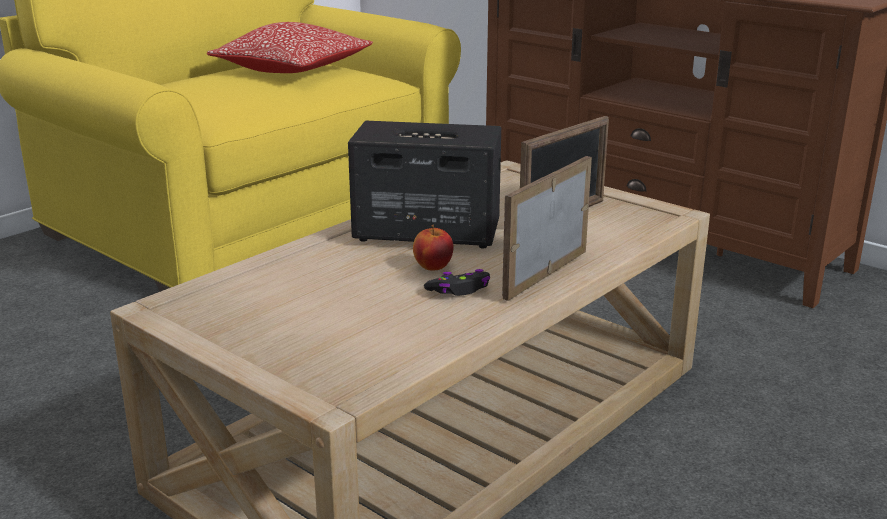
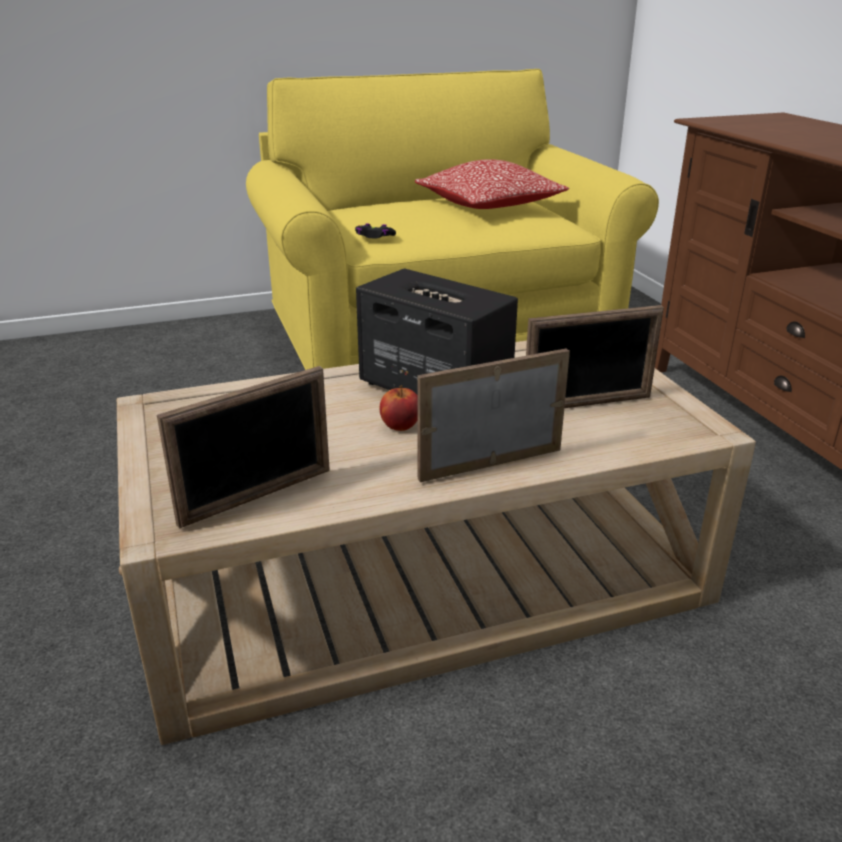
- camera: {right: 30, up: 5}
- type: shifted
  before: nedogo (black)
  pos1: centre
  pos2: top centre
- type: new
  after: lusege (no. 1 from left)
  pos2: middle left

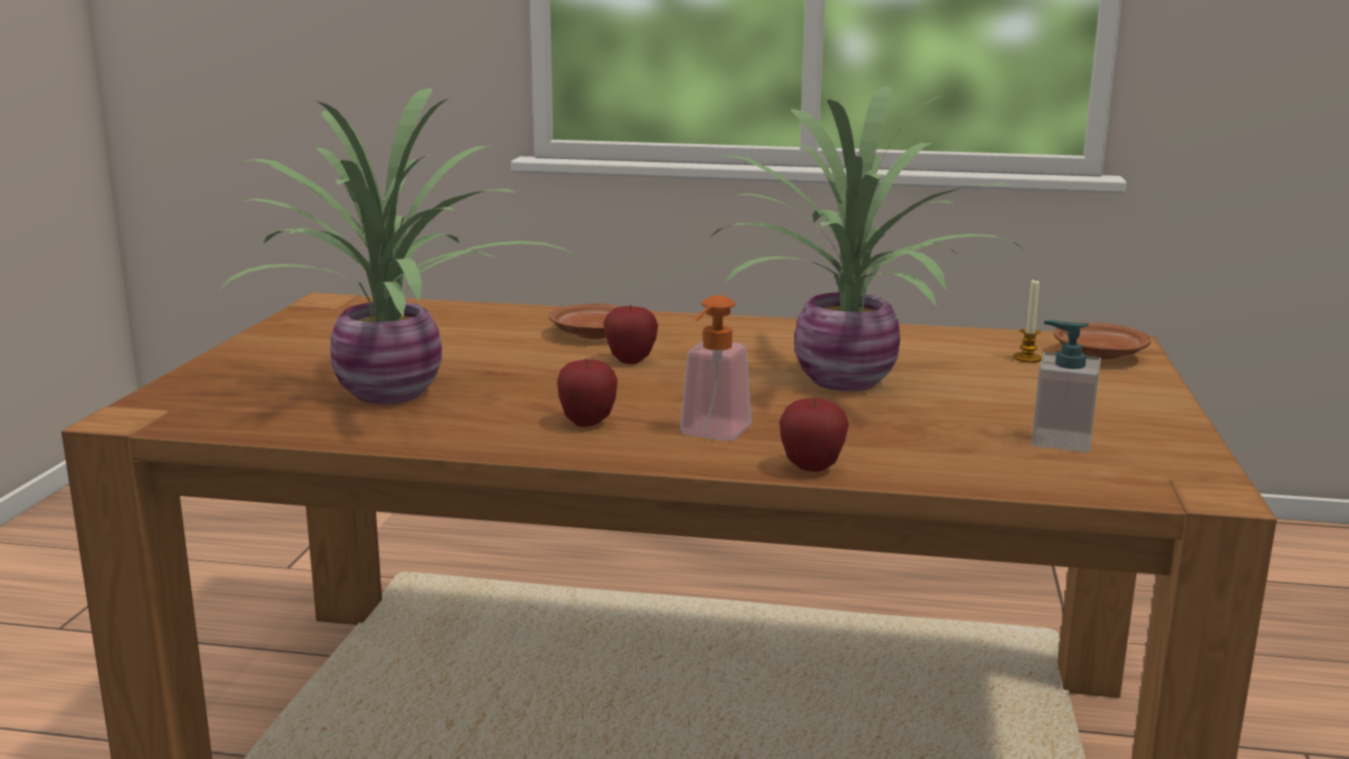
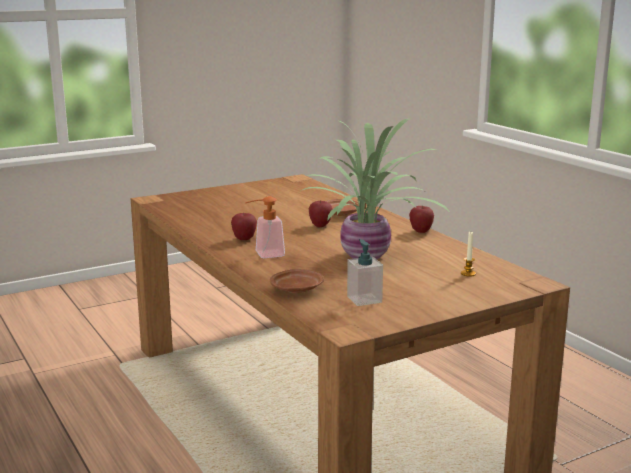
- camera: {right: 50, up: 0}
- type: gone
  before: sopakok (no. 1 from left)
  pos1: top left
- type: shifted
  before: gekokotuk (no. 3 from left)
  pos1: centre
  pos2: middle right
- type: shifted
  before: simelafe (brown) (no. 2 from left in the first image)
  after: simelafe (brown) (no. 1 from left)
  pos1: middle right
  pos2: centre

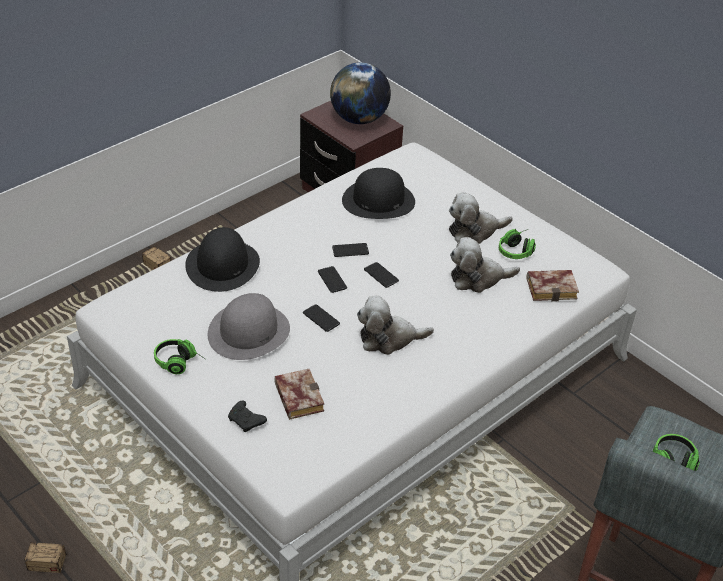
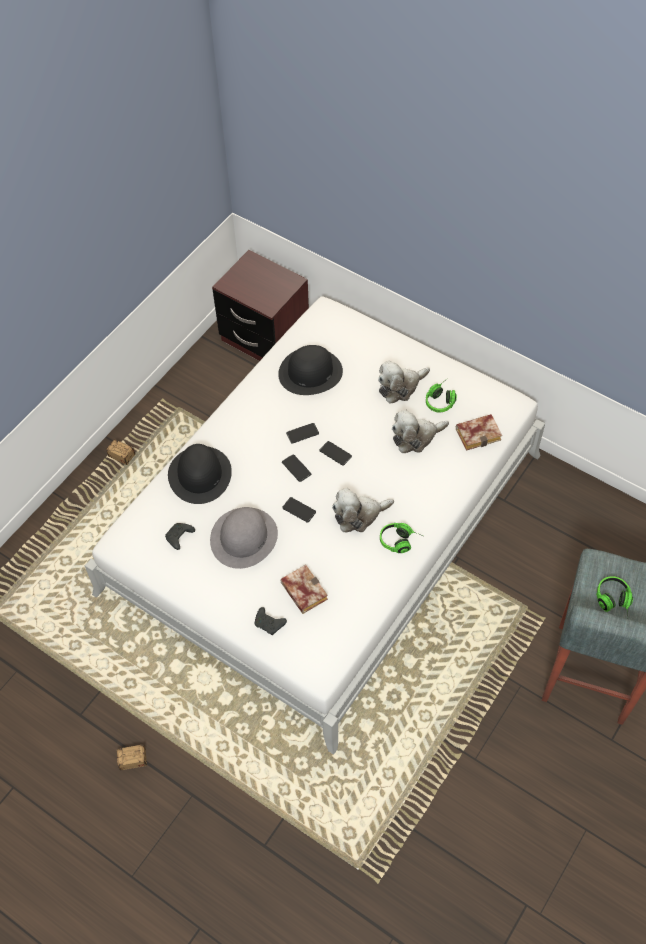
- camera: {right: -10, up: 15}
- type: shifted
  before: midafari (no. 1 from left)
  pos1: middle left
  pos2: centre
- type: gone
  before: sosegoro
  pos1: top centre
- type: new
  after: nedogo (black) (no. 1 from left)
  pos2: middle left

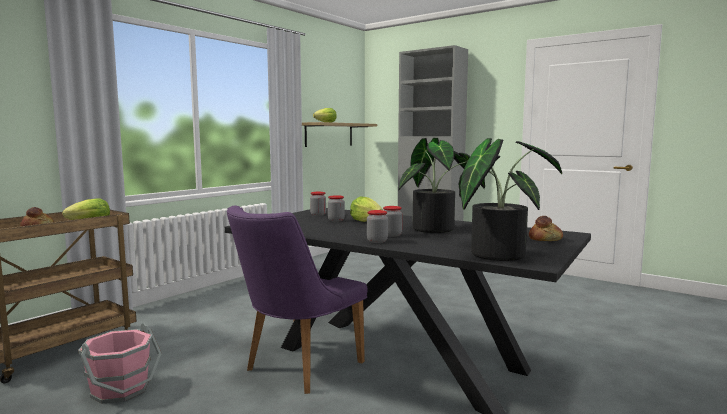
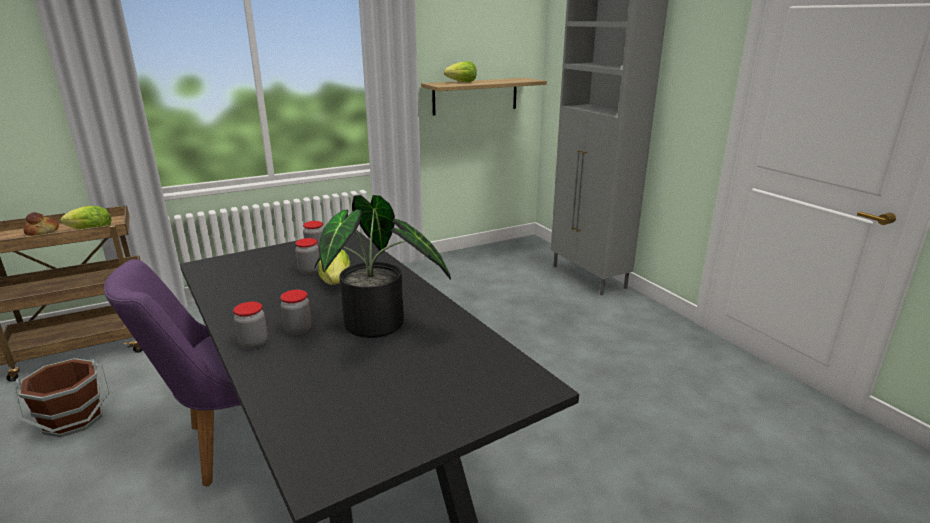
- camera: {right: 25, up: 15}
- type: repainted
  before: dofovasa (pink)
  after: dofovasa (brown)
  pos1: bottom left
  pos2: bottom left
- type: gone
  before: sopakok (no. 2 from left)
  pos1: middle right
- type: gone
  before: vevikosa (no. 2 from left)
  pos1: middle right

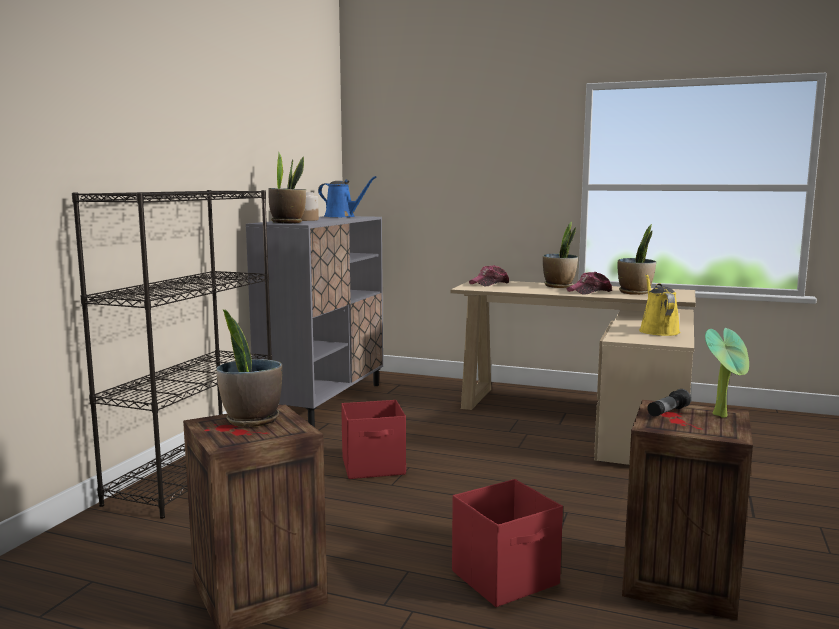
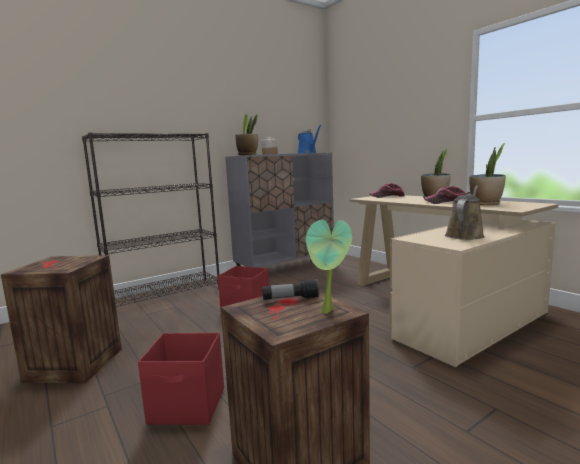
- camera: {right: 35, up: 0}
- type: gone
  before: sopakok (no. 1 from left)
  pos1: middle left
- type: repainted
  before: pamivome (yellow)
  after: pamivome (brown)
  pos1: middle right
  pos2: middle right

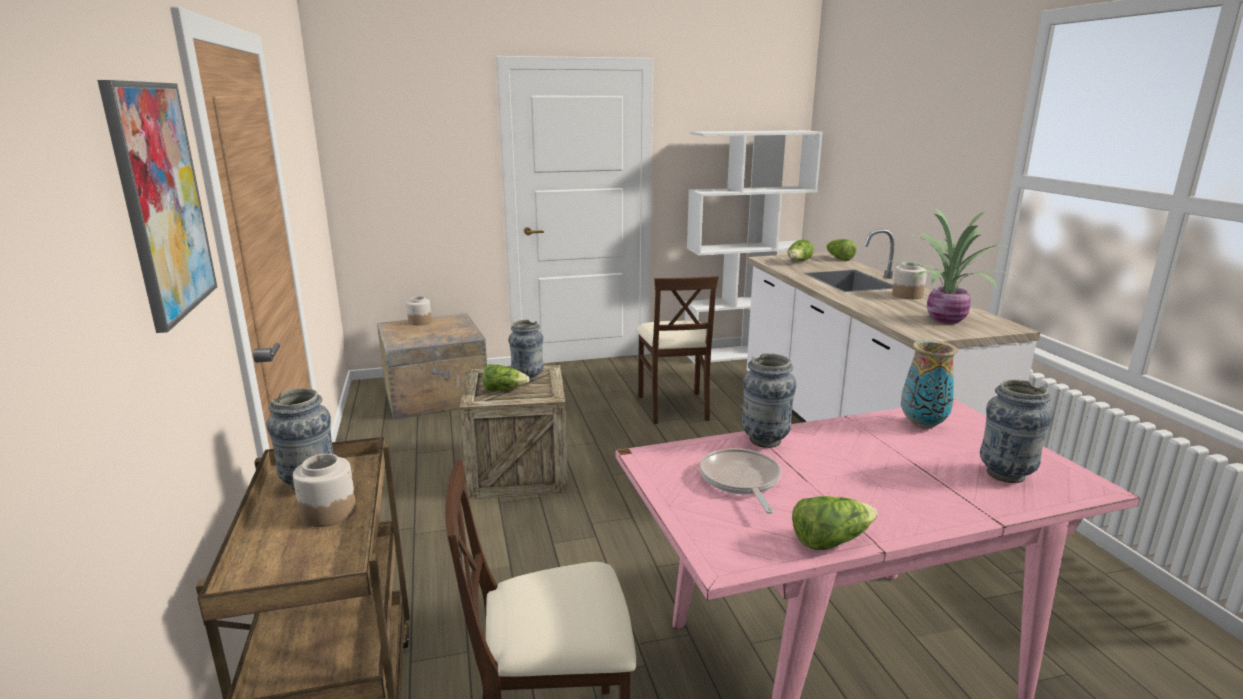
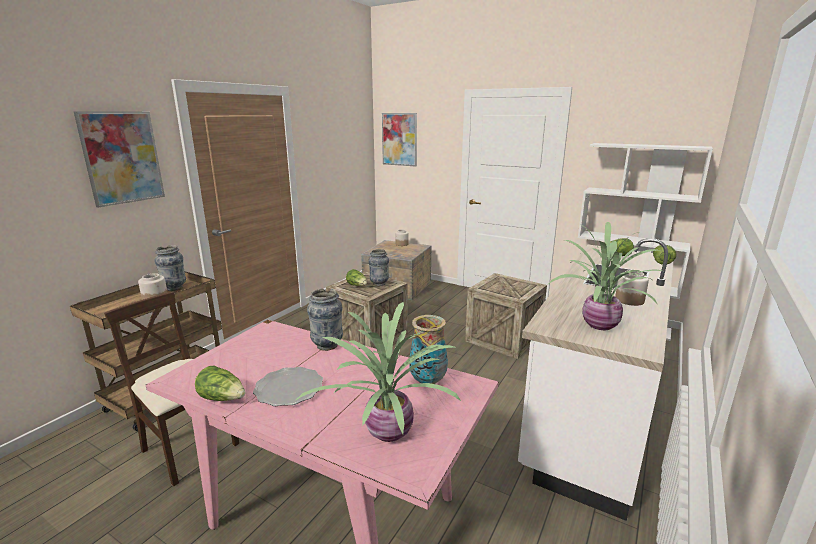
- camera: {right: 45, up: 0}
- type: swapped
  before: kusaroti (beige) (no. 2 from left)
  after: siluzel (no. 3 from left)
  pos1: centre
  pos2: centre
- type: gone
  before: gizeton
  pos1: bottom centre
- type: swapped
  before: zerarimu (no. 5 from left)
  after: sopakok (no. 1 from left)
  pos1: middle right
  pos2: bottom centre
- type: new
  after: simelafe
  pos2: bottom centre
- type: new
  after: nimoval (no. 2 from left)
  pos2: top centre

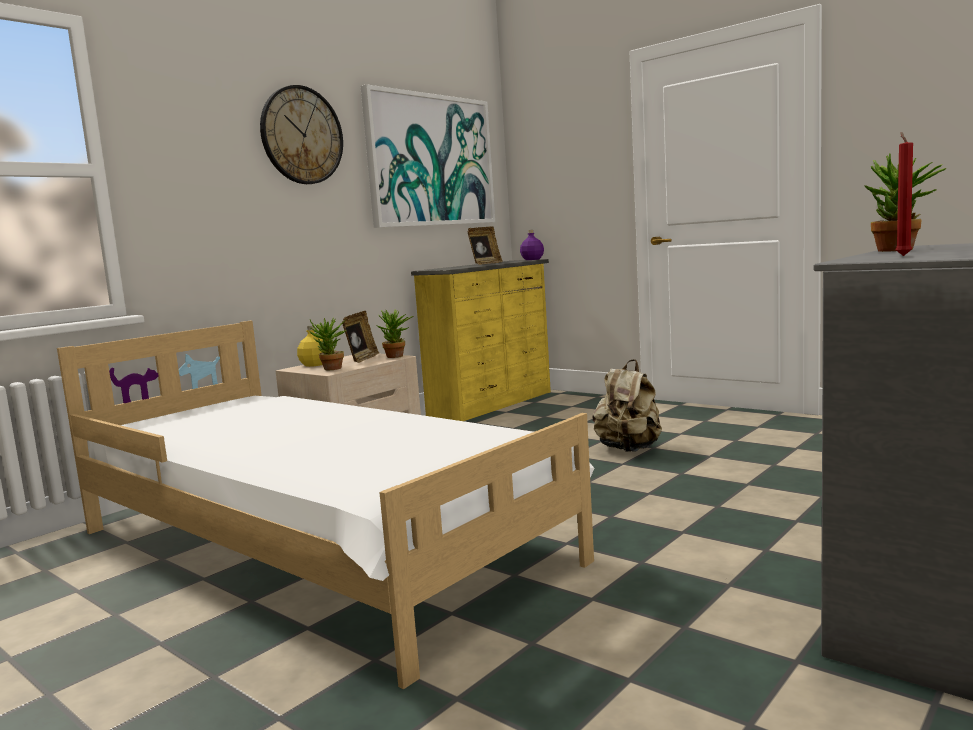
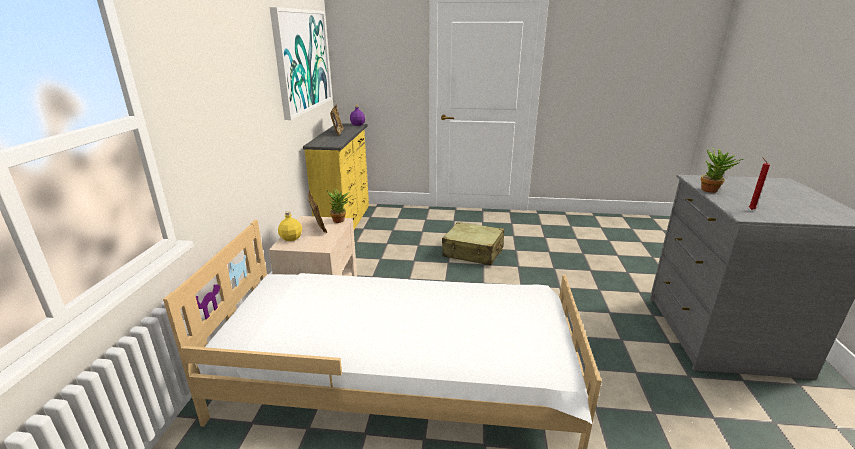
- camera: {right: -35, up: 15}
- type: gone
  before: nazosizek
  pos1: top left
- type: gone
  before: sopakok (no. 1 from left)
  pos1: centre
- type: swapped
  before: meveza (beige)
  after: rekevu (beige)
  pos1: centre
  pos2: centre

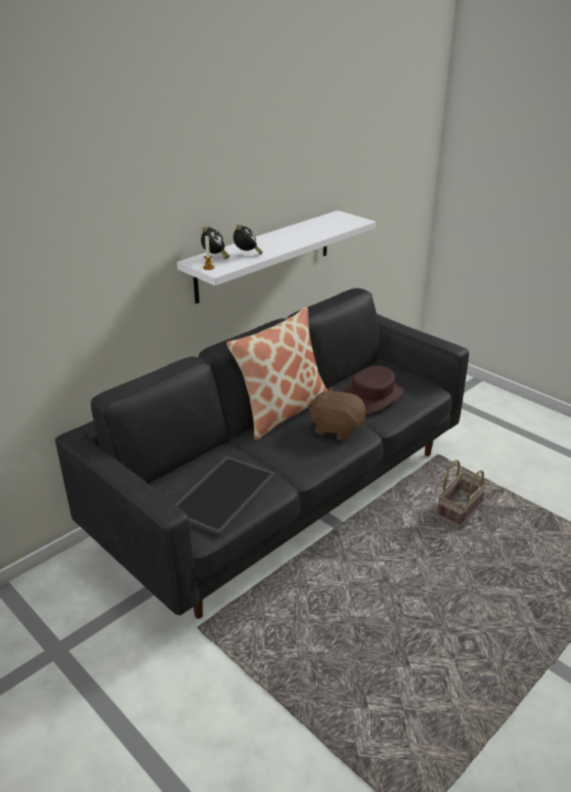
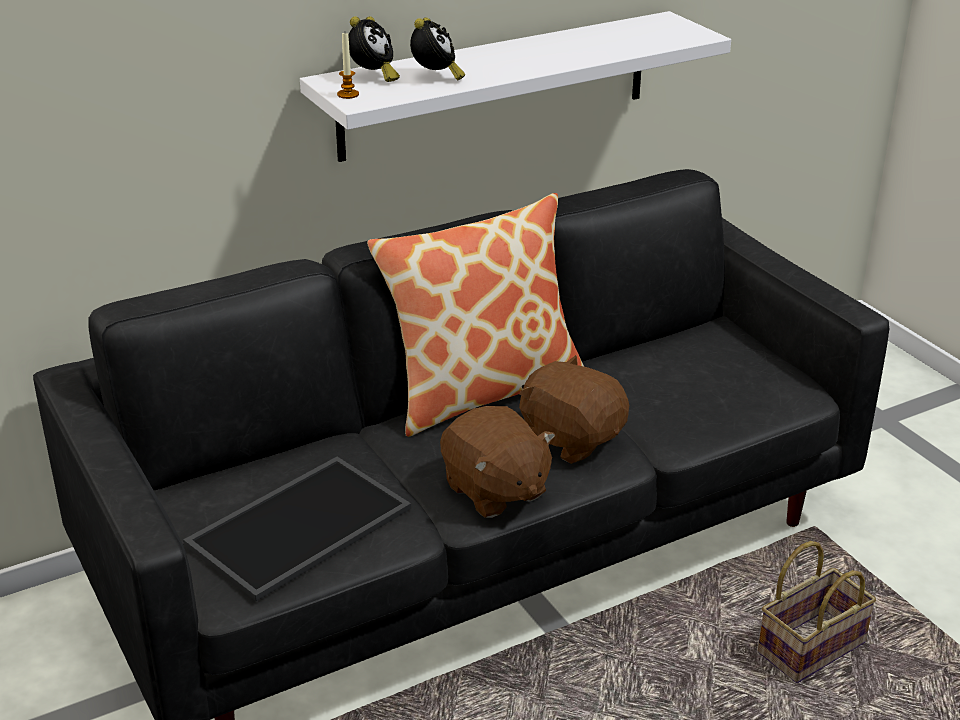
- camera: {right: 15, up: 0}
- type: gone
  before: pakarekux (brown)
  pos1: centre
- type: new
  after: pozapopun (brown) (no. 1 from left)
  pos2: centre

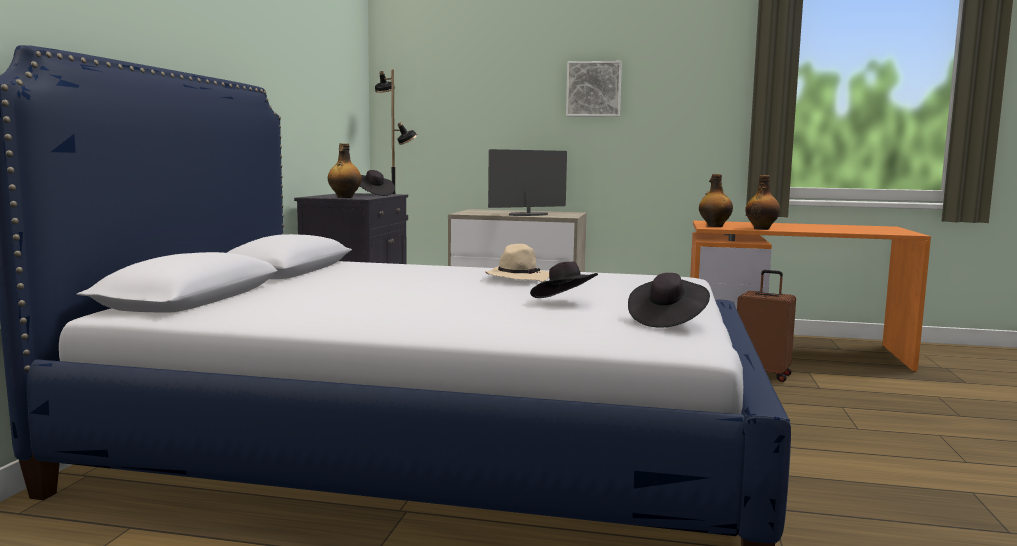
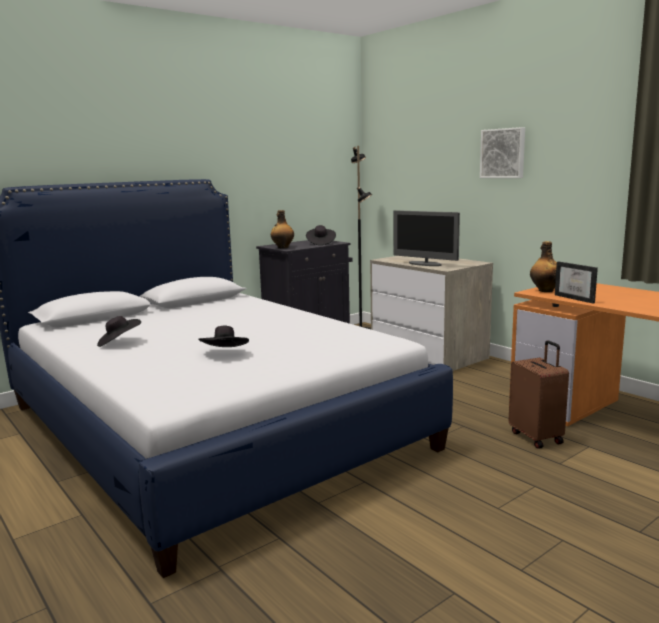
- camera: {right: 40, up: 5}
- type: gone
  before: pakarekux (beige)
  pos1: centre
- type: rotated
  before: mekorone
  pos1: centre
  pos2: centre
  turn: -150
- type: shifted
  before: pakarekux (black) (no. 3 from left in the first image)
  after: pakarekux (black) (no. 1 from left)
  pos1: centre
  pos2: middle left
- type: swapped
  before: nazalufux (no. 3 from left)
  after: lusege
  pos1: middle right
  pos2: middle right

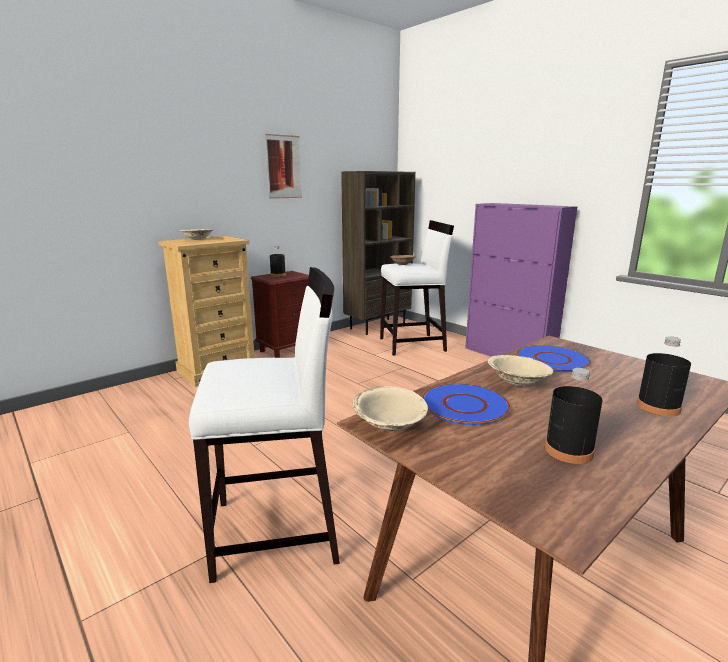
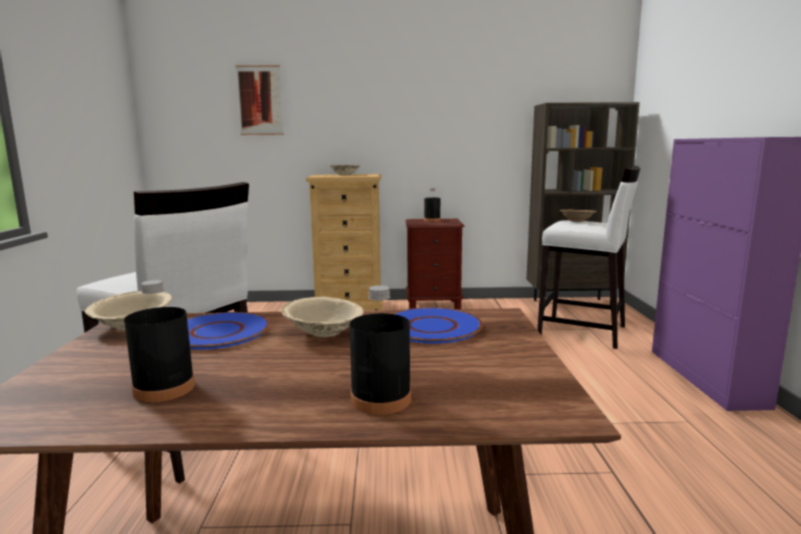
- camera: {right: 40, up: -5}
- type: shifted
  before: nimoval
  pos1: top centre
  pos2: top left

